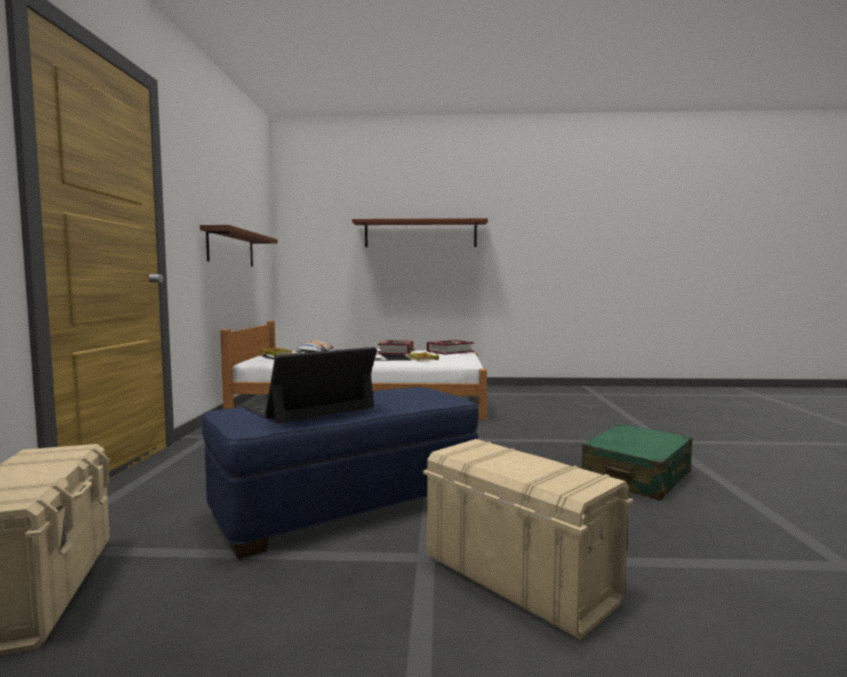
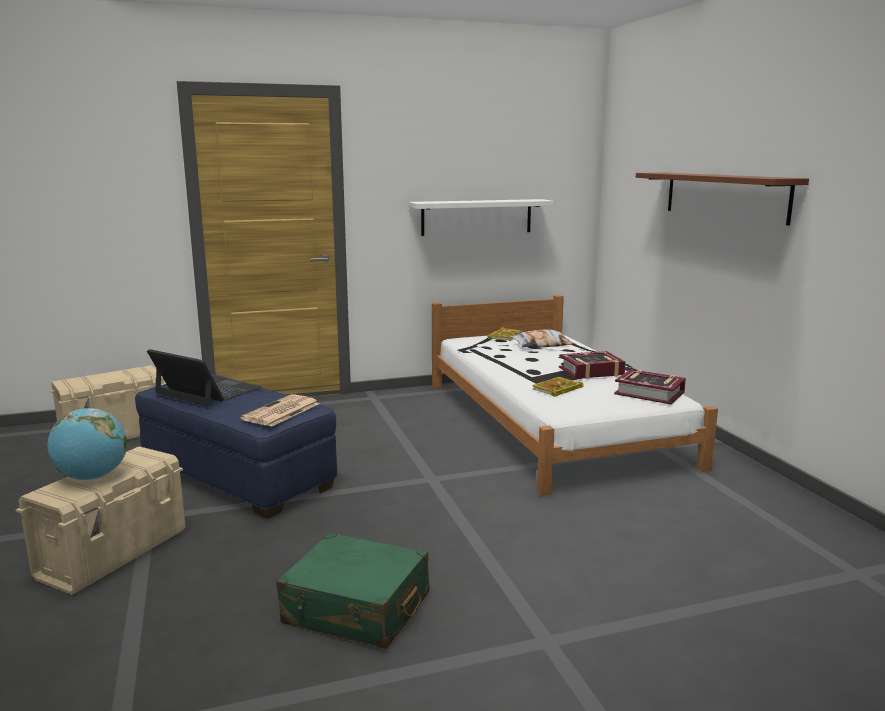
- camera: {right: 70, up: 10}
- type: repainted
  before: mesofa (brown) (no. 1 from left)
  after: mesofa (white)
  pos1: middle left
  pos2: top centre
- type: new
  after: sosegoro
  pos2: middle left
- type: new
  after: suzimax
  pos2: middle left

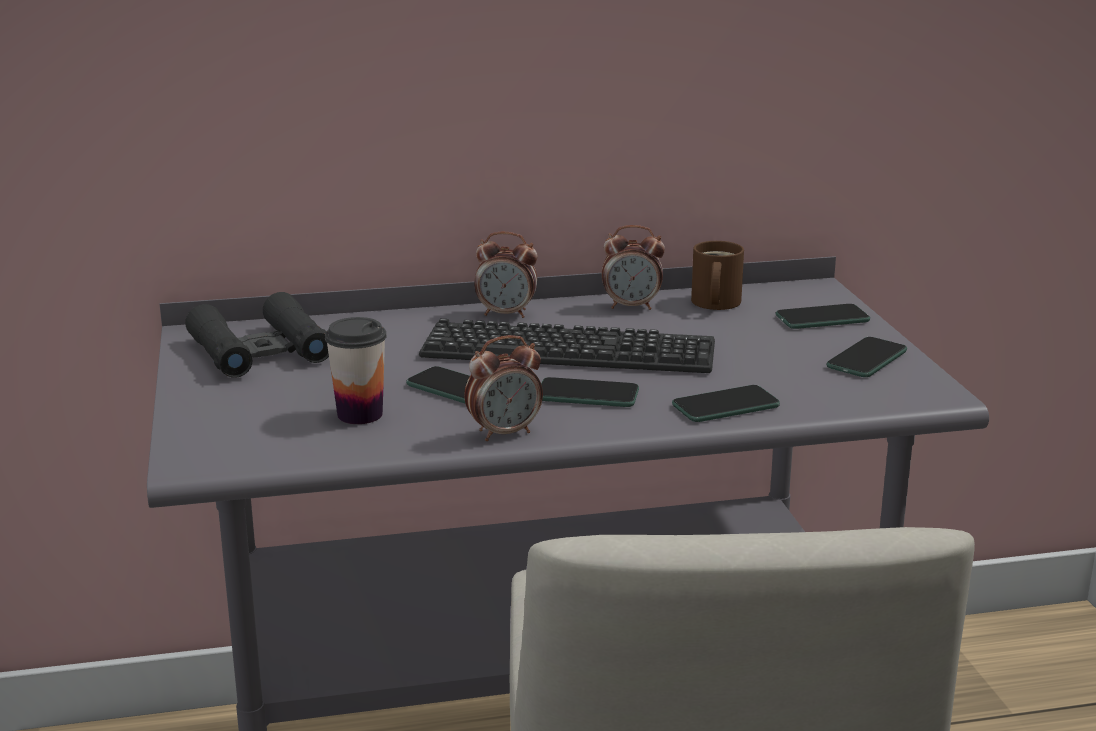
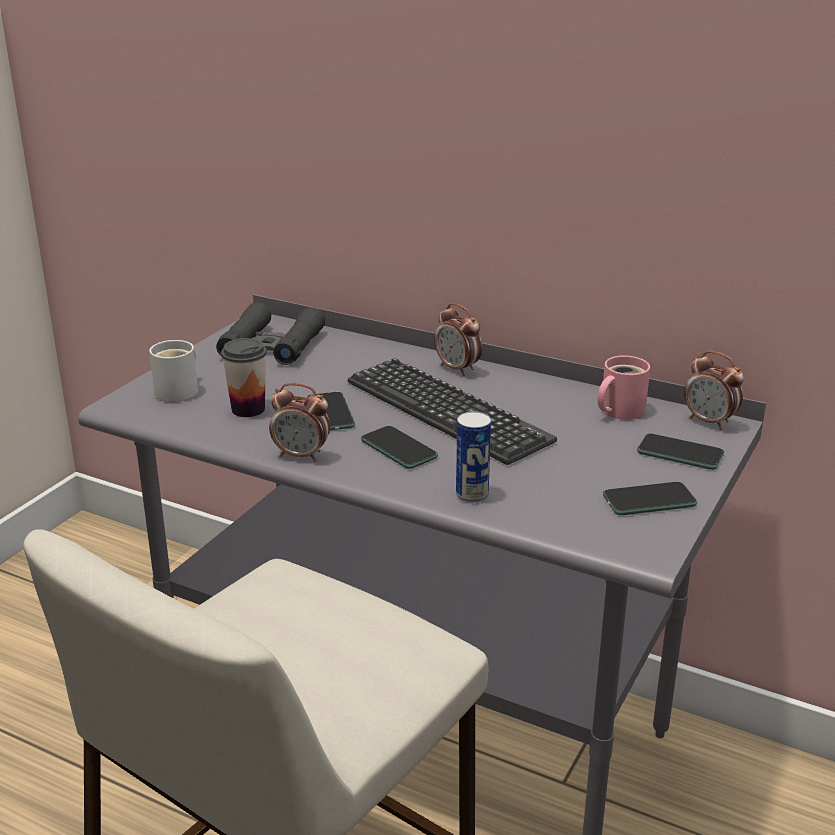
- camera: {right: 40, up: 5}
- type: shifted
  before: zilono (no. 3 from left)
  pos1: centre
  pos2: middle right
- type: swapped
  before: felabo (no. 3 from left)
  after: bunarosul
  pos1: centre
  pos2: centre
- type: repainted
  before: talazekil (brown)
  after: talazekil (pink)
  pos1: centre
  pos2: middle right
- type: new
  after: talazekil (white)
  pos2: middle left

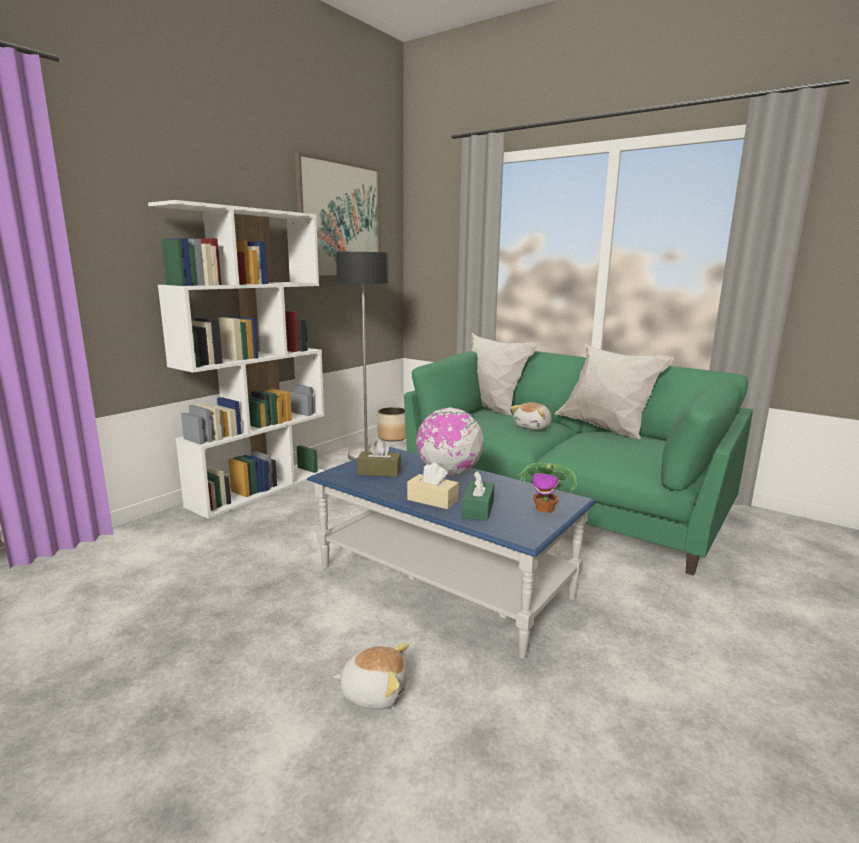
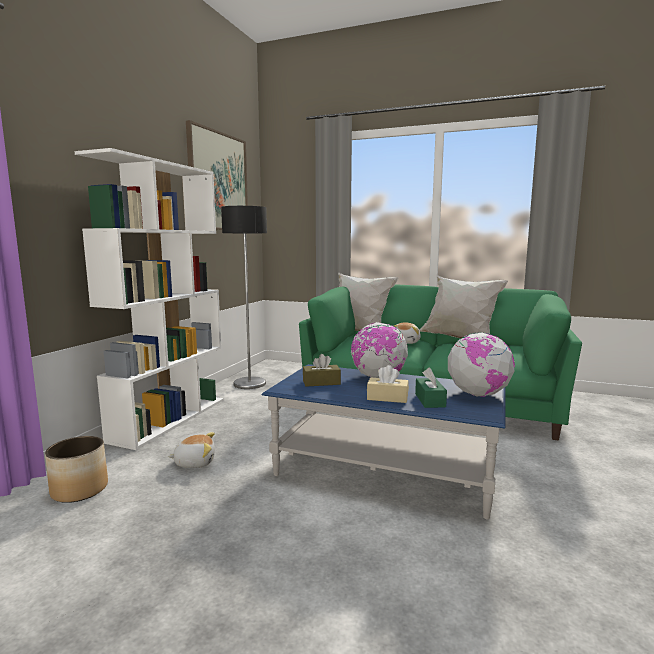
- camera: {right: -15, up: -5}
- type: shifted
  before: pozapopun (no. 1 from left)
  pos1: bottom centre
  pos2: bottom left
- type: shifted
  before: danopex
  pos1: centre
  pos2: bottom left
- type: swapped
  before: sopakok
  after: sosegoro (no. 2 from left)
  pos1: centre
  pos2: middle right

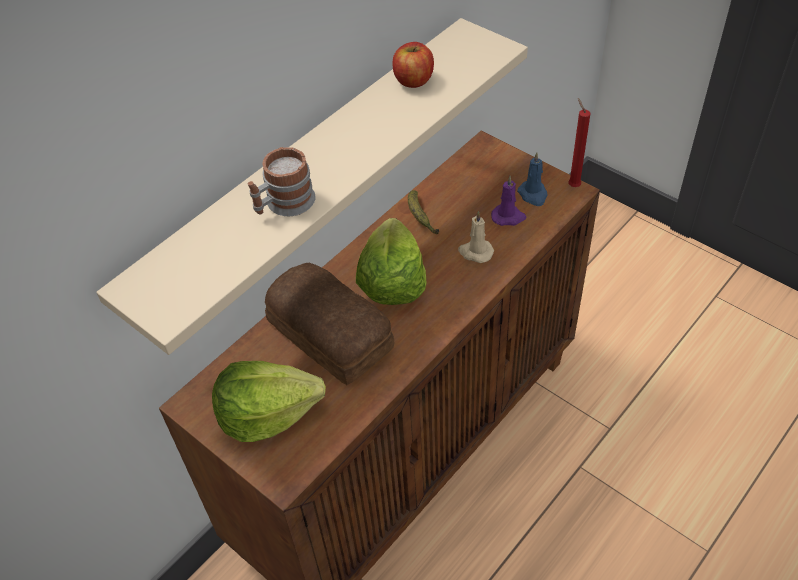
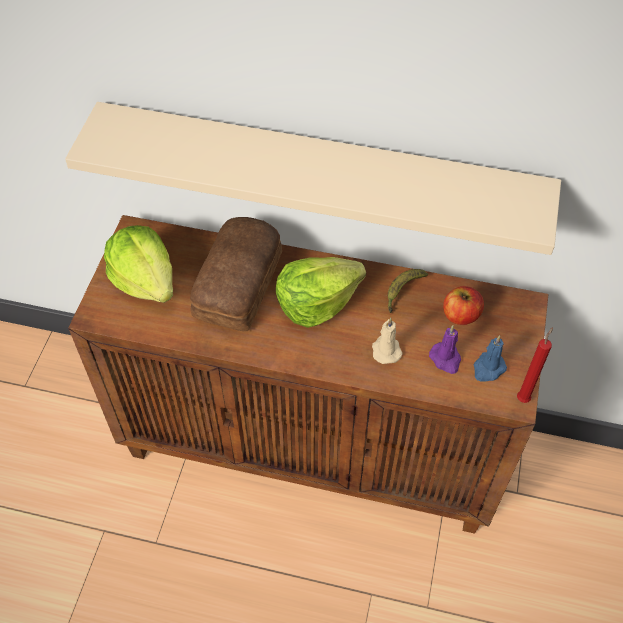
- camera: {right: 60, up: 5}
- type: gone
  before: talazekil
  pos1: top centre
- type: shifted
  before: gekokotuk
  pos1: top centre
  pos2: middle right

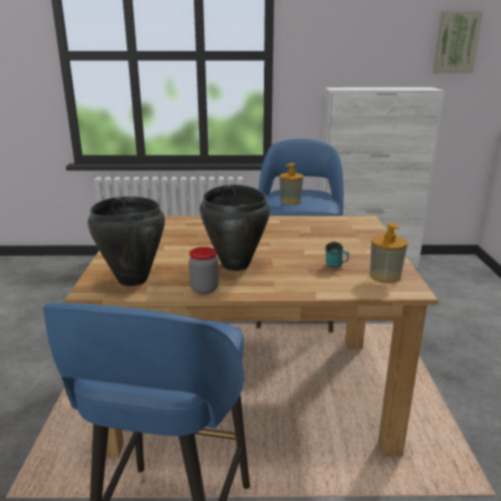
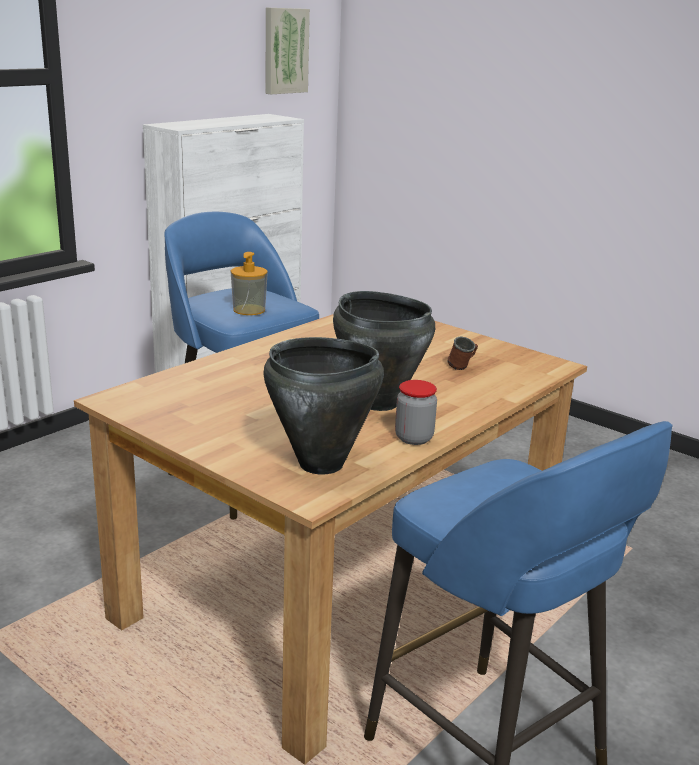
- camera: {right: -50, up: 0}
- type: repainted
  before: talazekil (turquoise)
  after: talazekil (brown)
  pos1: middle right
  pos2: centre
- type: gone
  before: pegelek (no. 2 from left)
  pos1: middle right

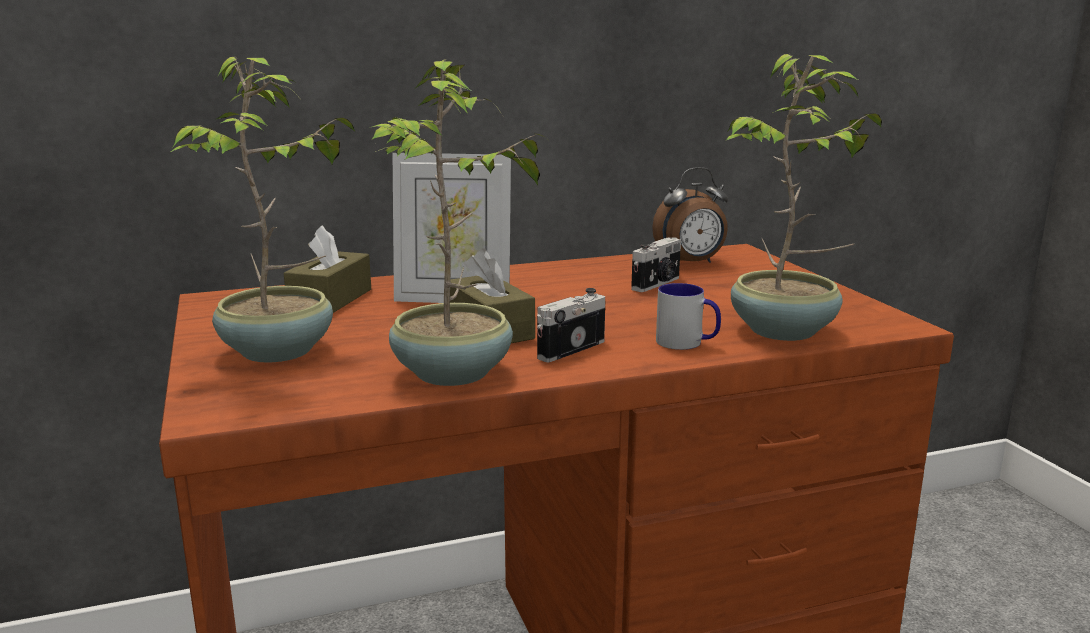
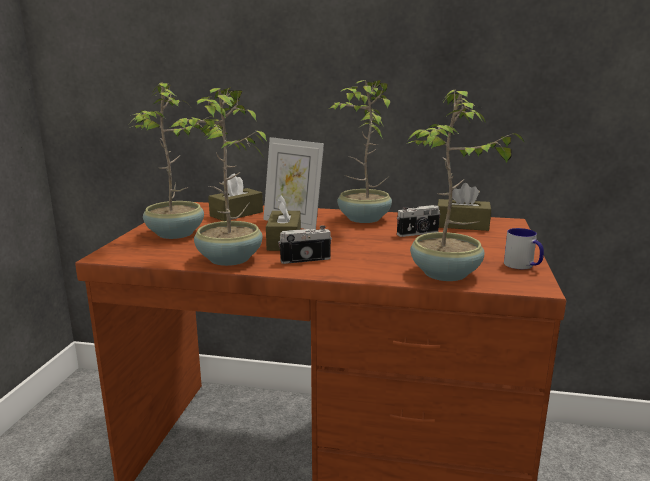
- camera: {right: 30, up: 0}
- type: swapped
  before: zilono
  after: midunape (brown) (no. 3 from left)
  pos1: centre
  pos2: middle right
- type: shifted
  before: talazekil
  pos1: centre
  pos2: middle right
- type: new
  after: sopakok (no. 3 from left)
  pos2: top centre

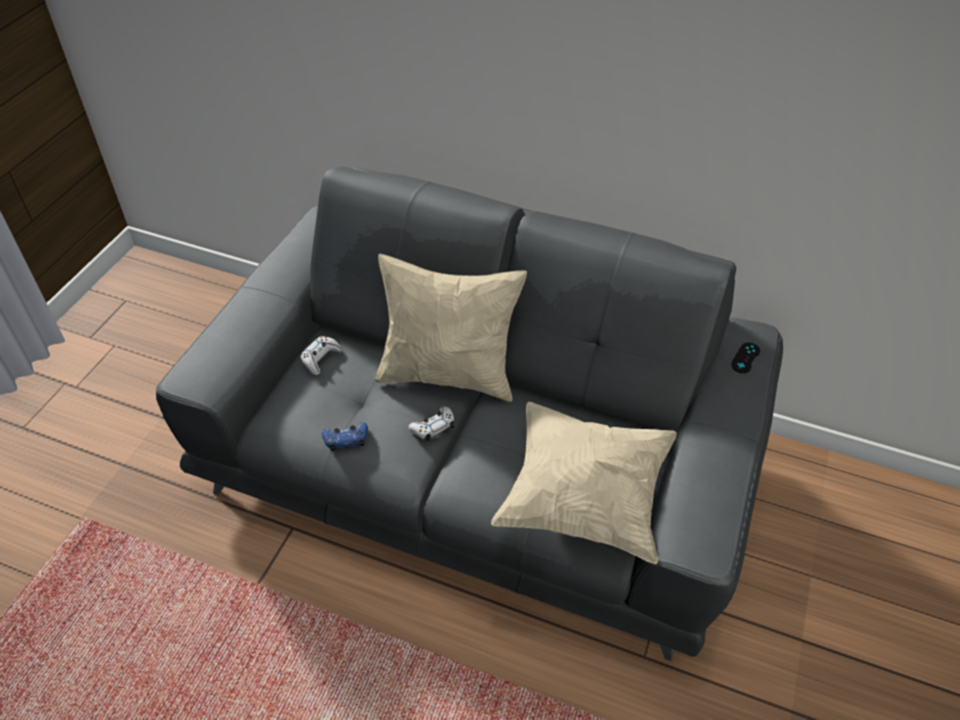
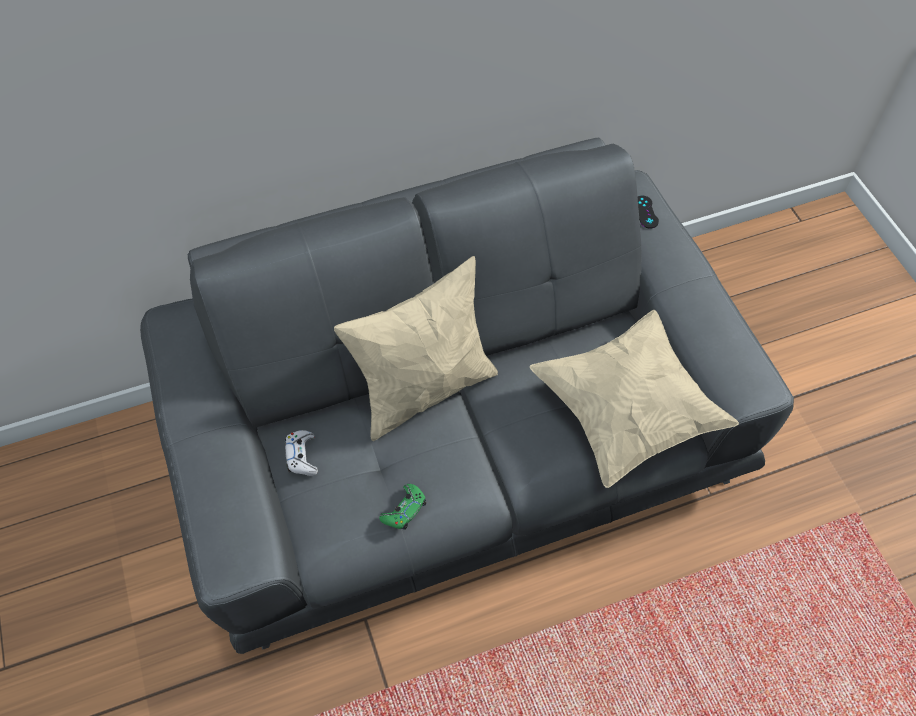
- camera: {right: -40, up: 10}
- type: repainted
  before: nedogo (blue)
  after: nedogo (green)
  pos1: centre
  pos2: bottom centre
- type: gone
  before: nedogo (white) (no. 2 from left)
  pos1: centre

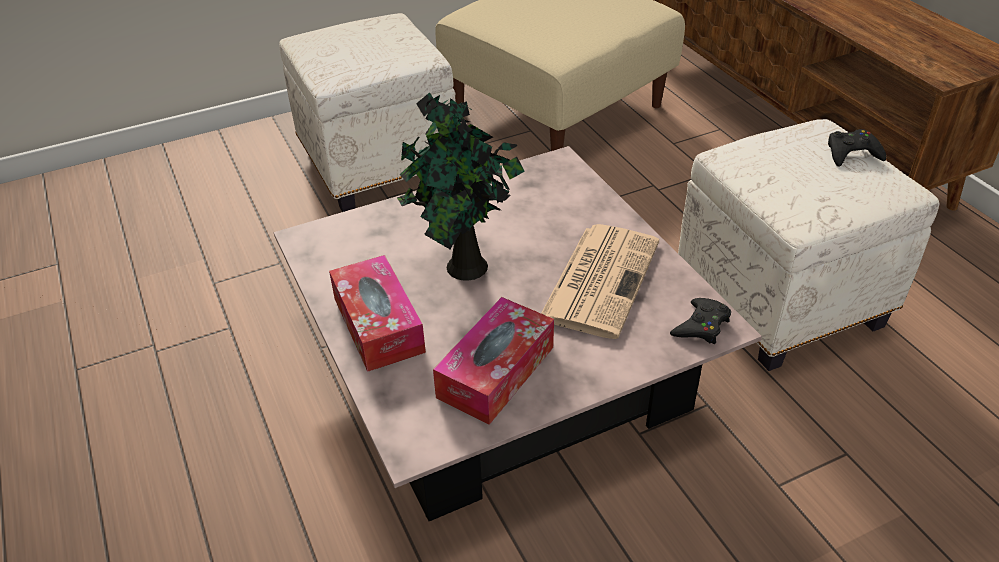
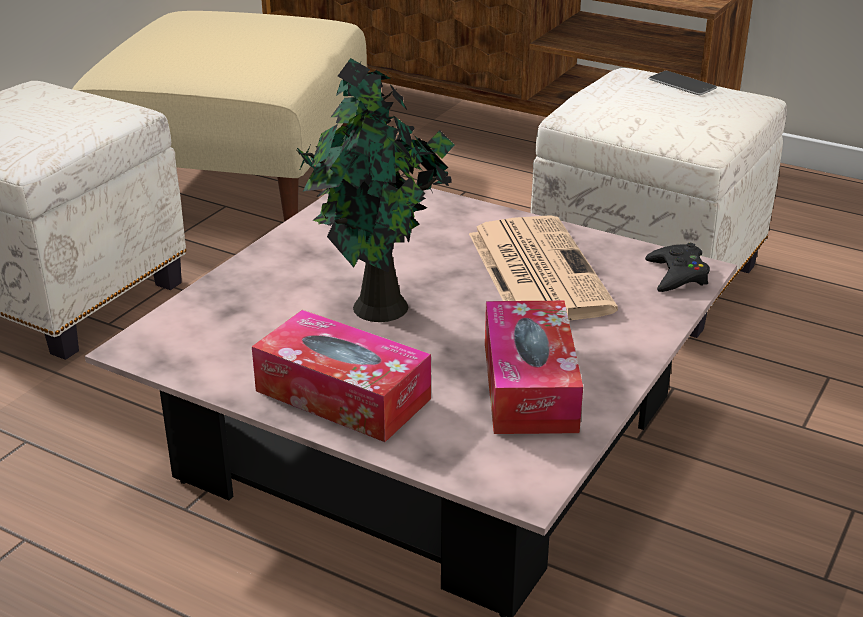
- camera: {right: -35, up: -10}
- type: swapped
  before: nedogo (black) (no. 2 from left)
  after: felabo
  pos1: top right
  pos2: top right

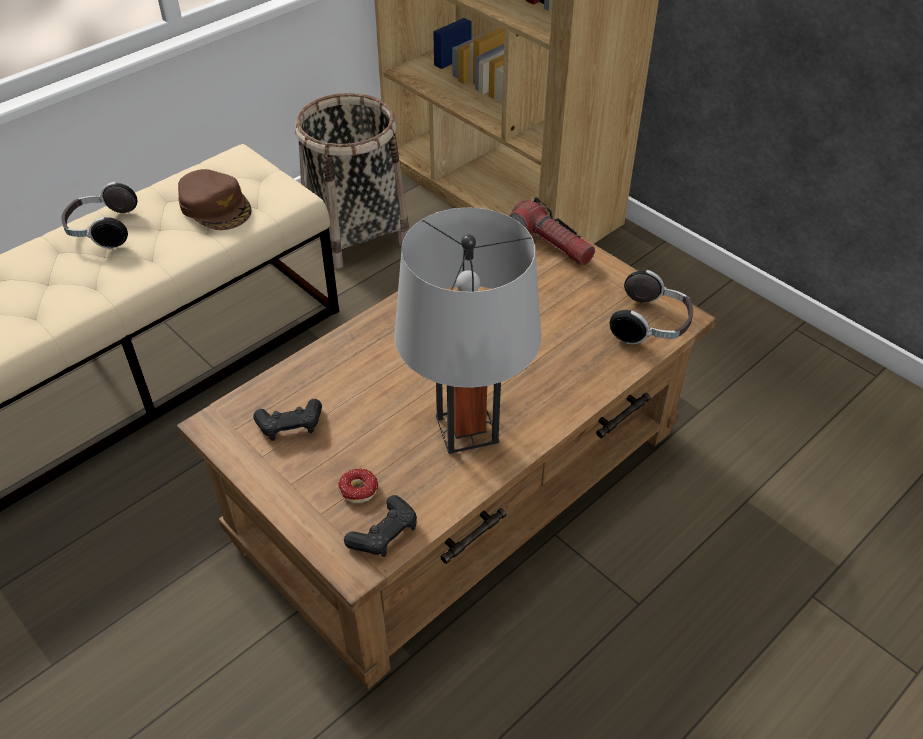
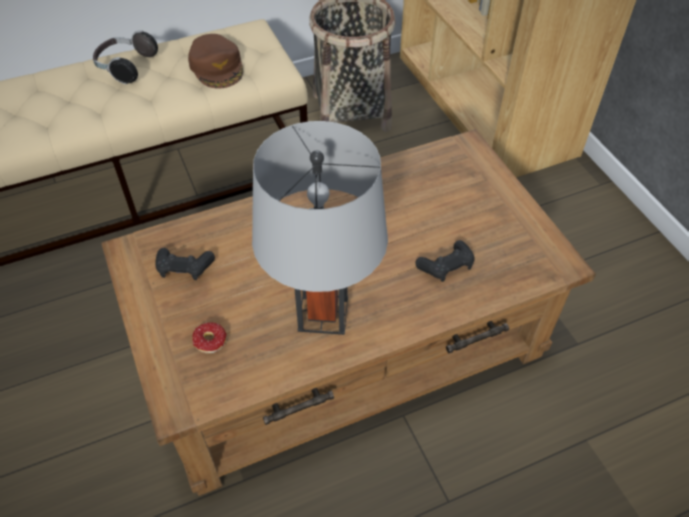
- camera: {right: 20, up: 5}
- type: shifted
  before: nedogo (black) (no. 2 from left)
  pos1: bottom centre
  pos2: centre
- type: gone
  before: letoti
  pos1: top centre
- type: gone
  before: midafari (no. 2 from left)
  pos1: middle right

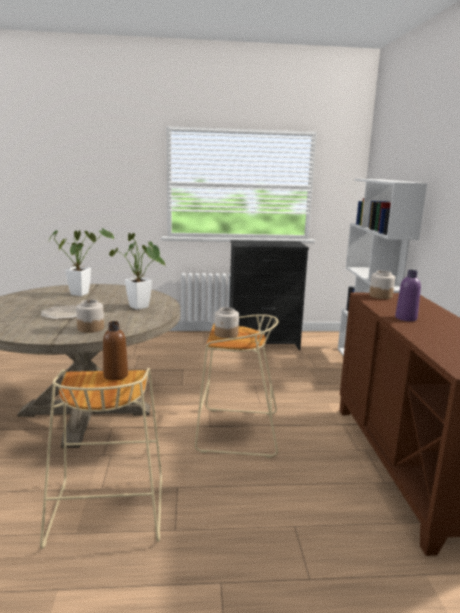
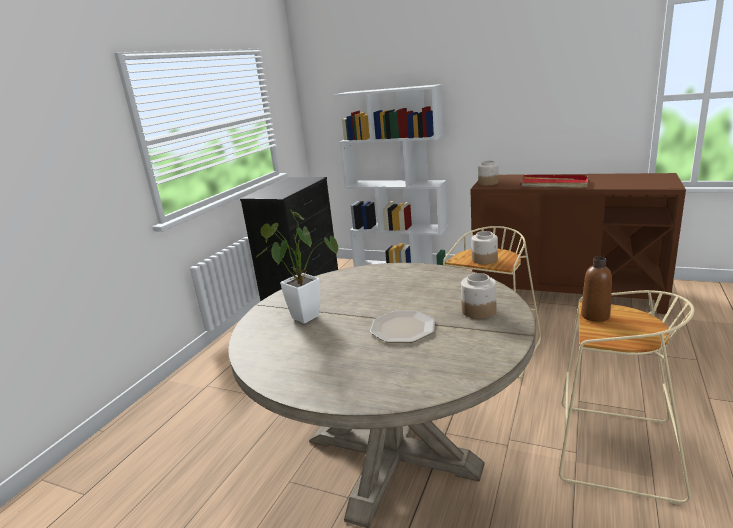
- camera: {right: -60, up: 5}
- type: gone
  before: sopakok (no. 2 from left)
  pos1: middle left
- type: swapped
  before: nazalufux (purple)
  after: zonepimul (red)
  pos1: middle right
  pos2: middle right

